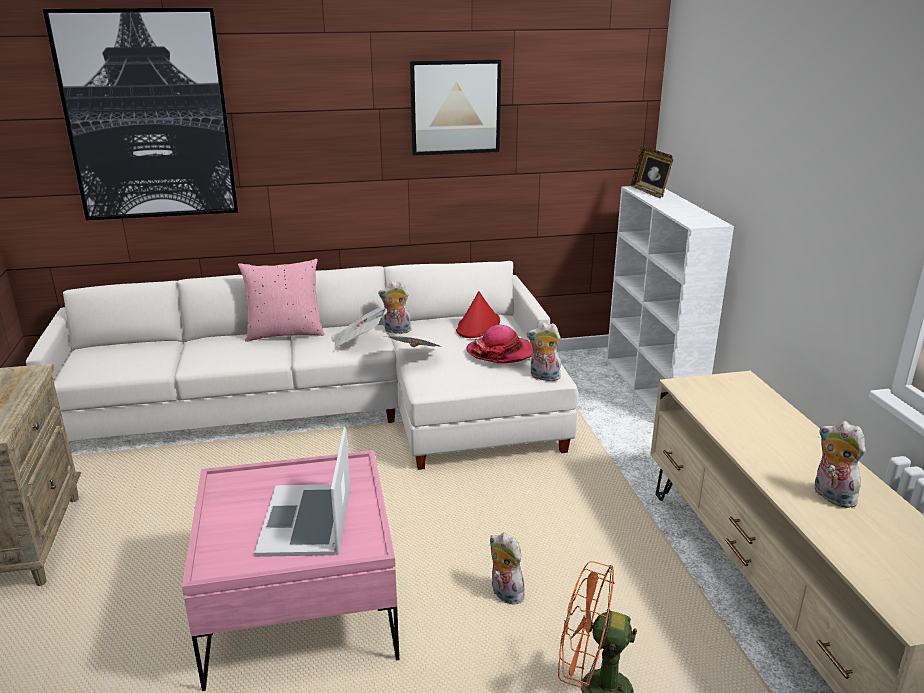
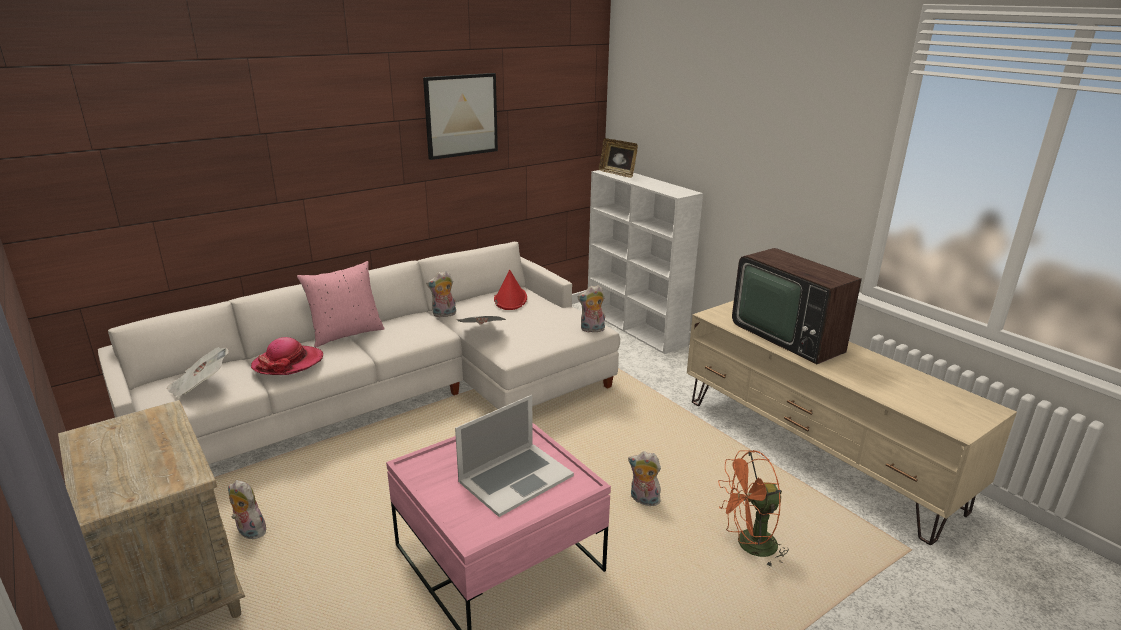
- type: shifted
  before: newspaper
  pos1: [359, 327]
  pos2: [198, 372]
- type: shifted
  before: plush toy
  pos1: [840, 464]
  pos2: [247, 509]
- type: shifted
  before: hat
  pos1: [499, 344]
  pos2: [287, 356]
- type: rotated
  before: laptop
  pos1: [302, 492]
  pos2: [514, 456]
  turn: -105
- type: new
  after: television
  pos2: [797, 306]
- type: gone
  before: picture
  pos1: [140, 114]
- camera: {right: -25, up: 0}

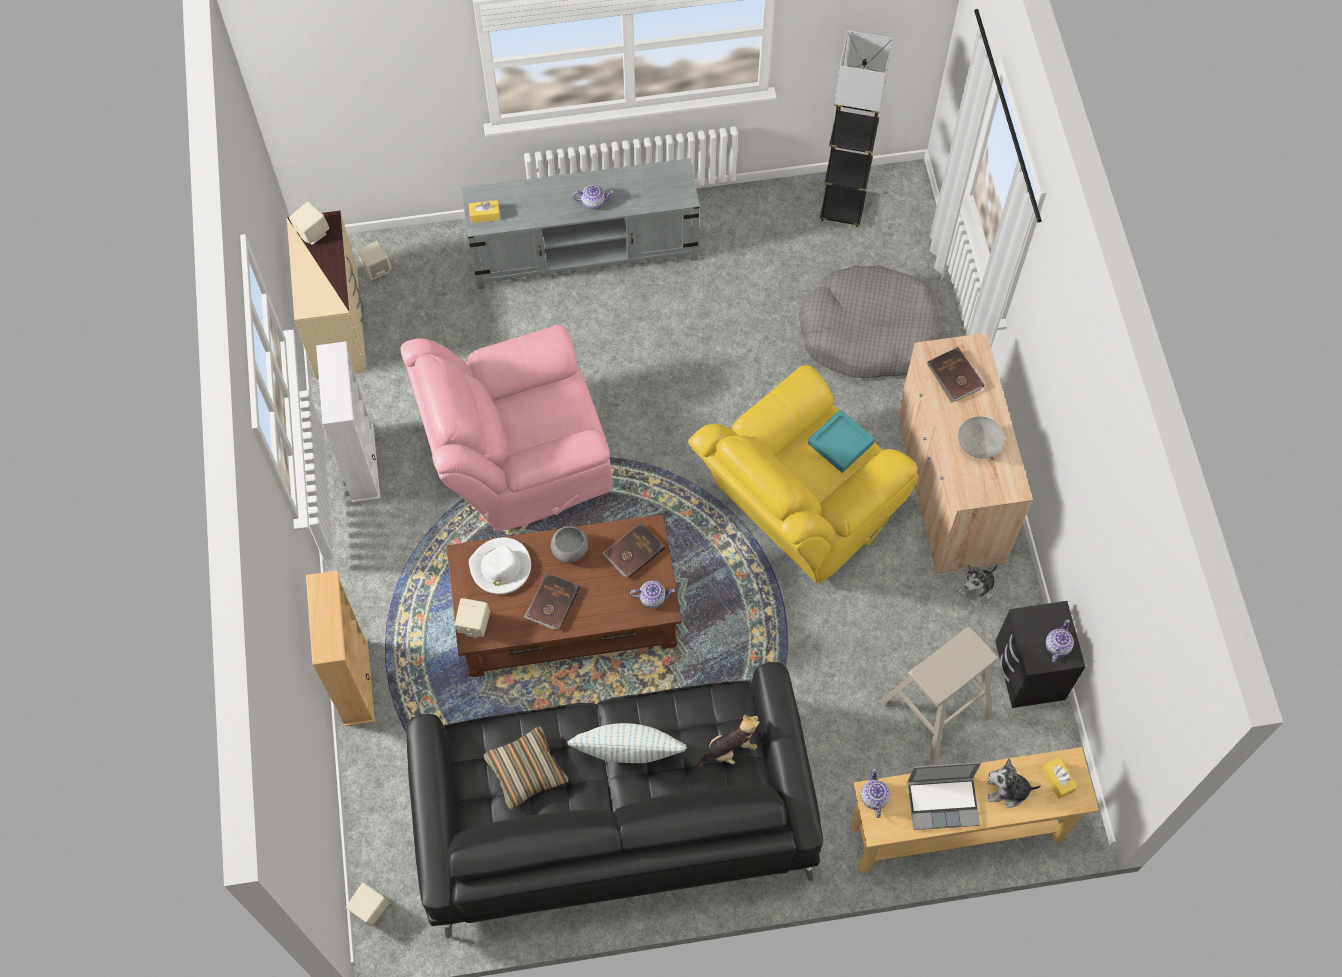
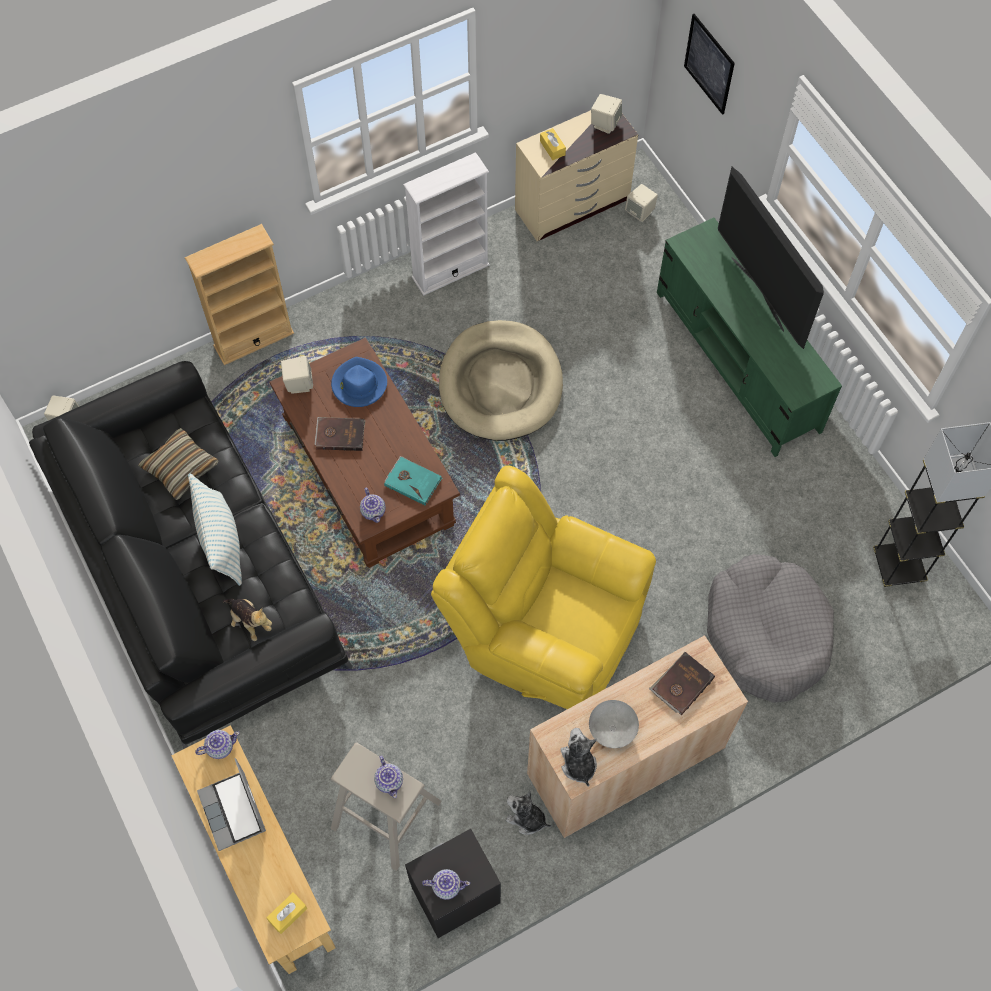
- type: repainted
  before: white hat
  after: blue hat
  pos1: [500, 565]
  pos2: [359, 382]
- type: shifted
  before: teapot
  pos1: [593, 197]
  pos2: [388, 776]
- type: repainted
  before: brown book
  after: turquoise book
  pos1: [633, 551]
  pos2: [413, 481]
- type: swapped
  before: pink armchair
  after: beige dog bed
  pos1: [506, 428]
  pos2: [501, 380]
- type: shifted
  before: yellow tissue box
  pos1: [484, 211]
  pos2: [553, 144]
- type: shifted
  before: plush toy
  pos1: [1014, 783]
  pos2: [579, 757]
- type: repainted
  before: grey tv stand
  after: green tv stand
  pos1: [580, 223]
  pos2: [749, 337]
- type: new
  after: picture
  pos2: [709, 64]
- type: new
  after: television
  pos2: [771, 258]
- type: gone
  before: grey bowl
  pos1: [569, 544]
- type: gone
  before: turquoise tray
  pos1: [841, 441]
- camera: {right: 70, up: 0}

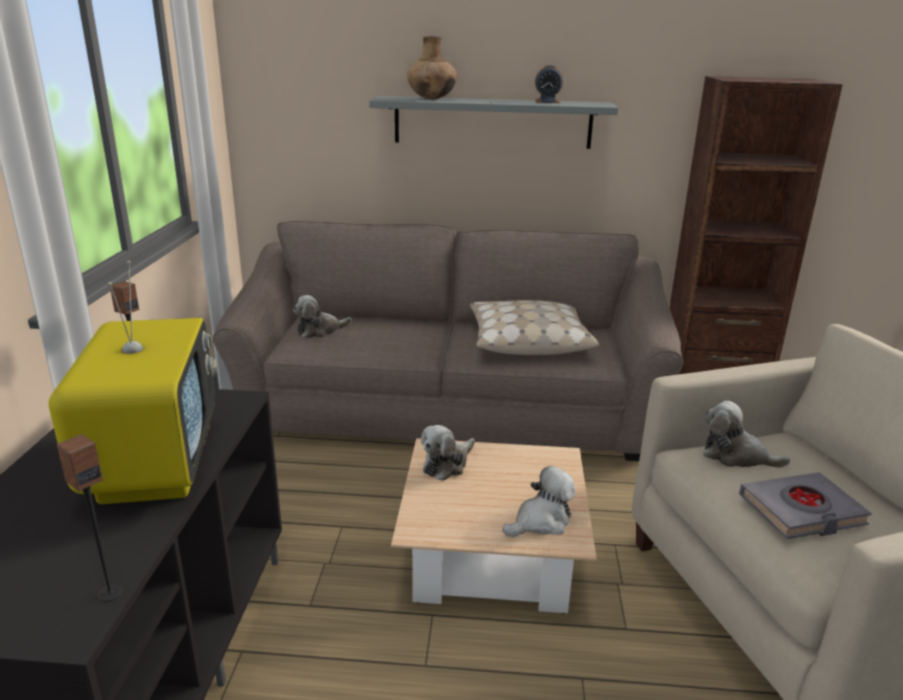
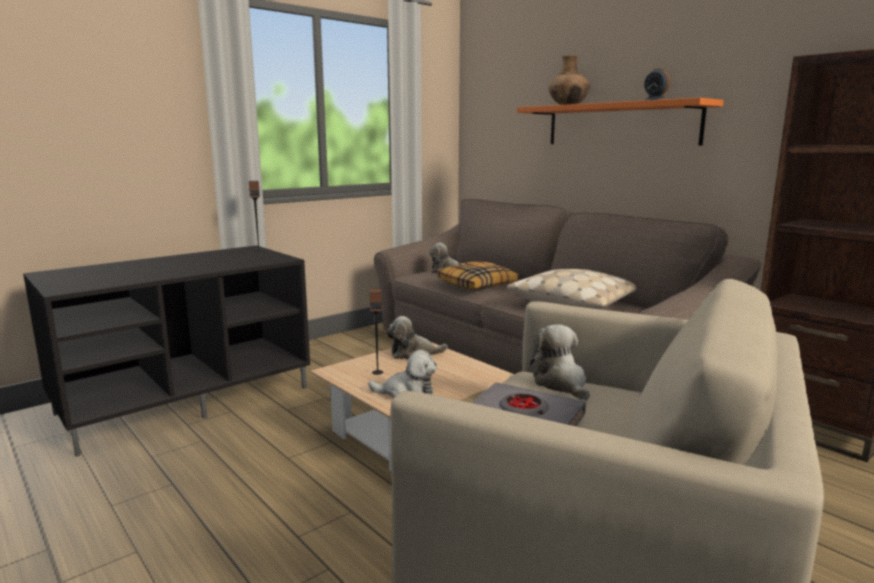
- type: shifted
  before: speaker
  pos1: [90, 518]
  pos2: [376, 332]
- type: new
  after: pillow
  pos2: [478, 275]
- type: repainted
  before: grey shelf
  after: orange shelf
  pos1: [493, 122]
  pos2: [620, 121]
- type: gone
  before: television
  pos1: [132, 382]
- camera: {right: 45, up: -10}

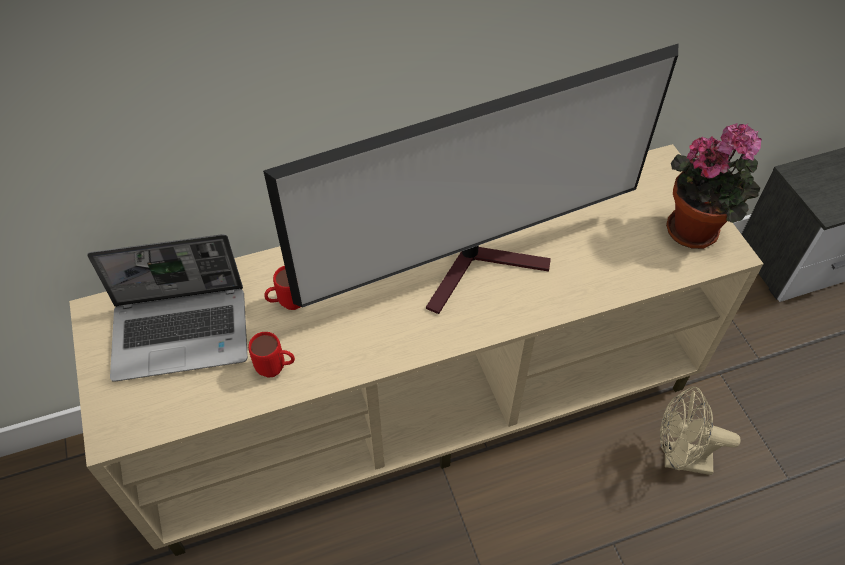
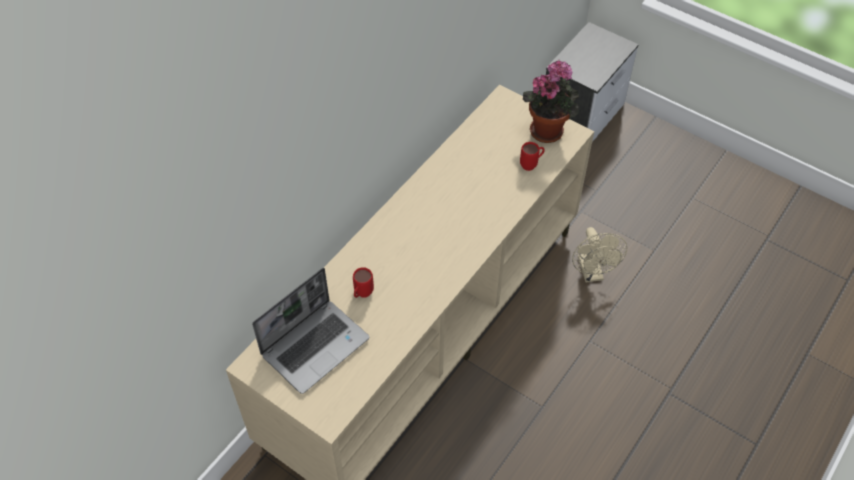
- type: shifted
  before: red mug
  pos1: [271, 355]
  pos2: [532, 156]
- type: rotated
  before: beige fan
  pos1: [700, 430]
  pos2: [599, 254]
  turn: -75
- type: gone
  before: television
  pos1: [470, 179]
- camera: {right: -35, up: 0}

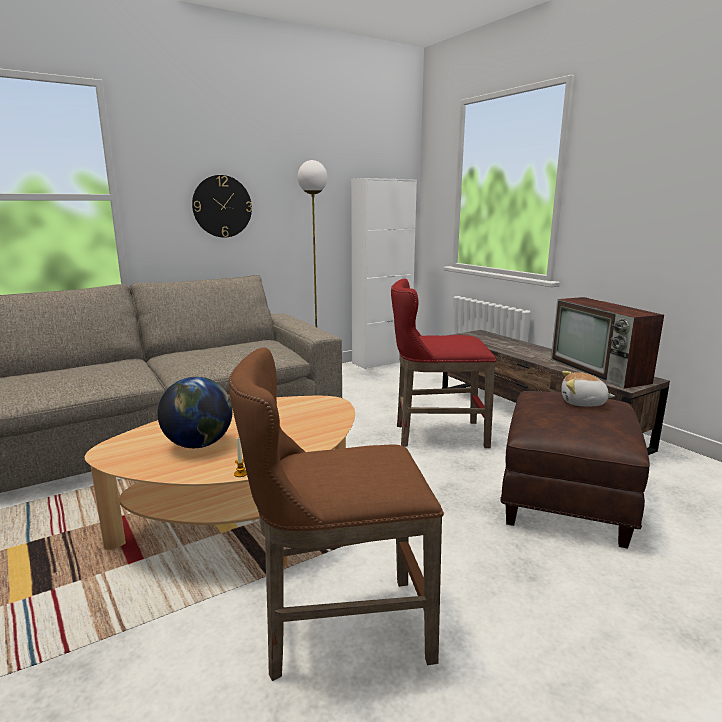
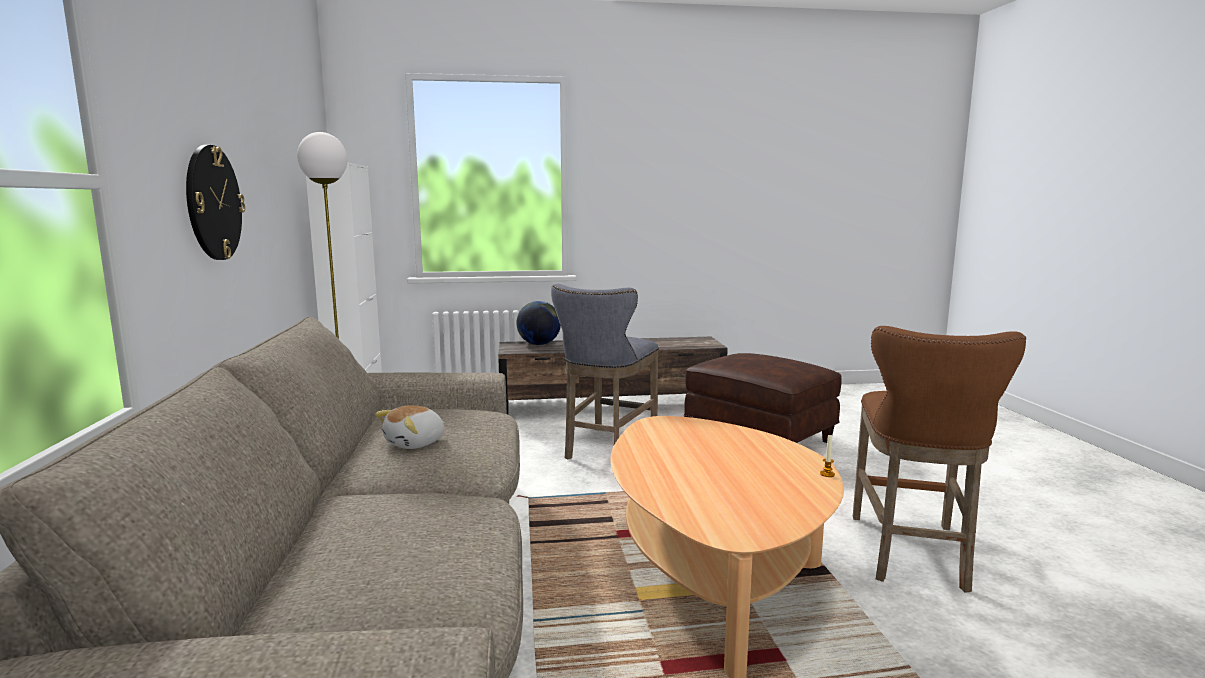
- type: shifted
  before: plush toy
  pos1: [588, 388]
  pos2: [410, 427]
- type: shifted
  before: globe
  pos1: [195, 412]
  pos2: [538, 323]
- type: repainted
  before: red stool
  after: grey stool
  pos1: [443, 363]
  pos2: [605, 371]
- type: gone
  before: television
  pos1: [607, 343]
- camera: {right: -65, up: -5}

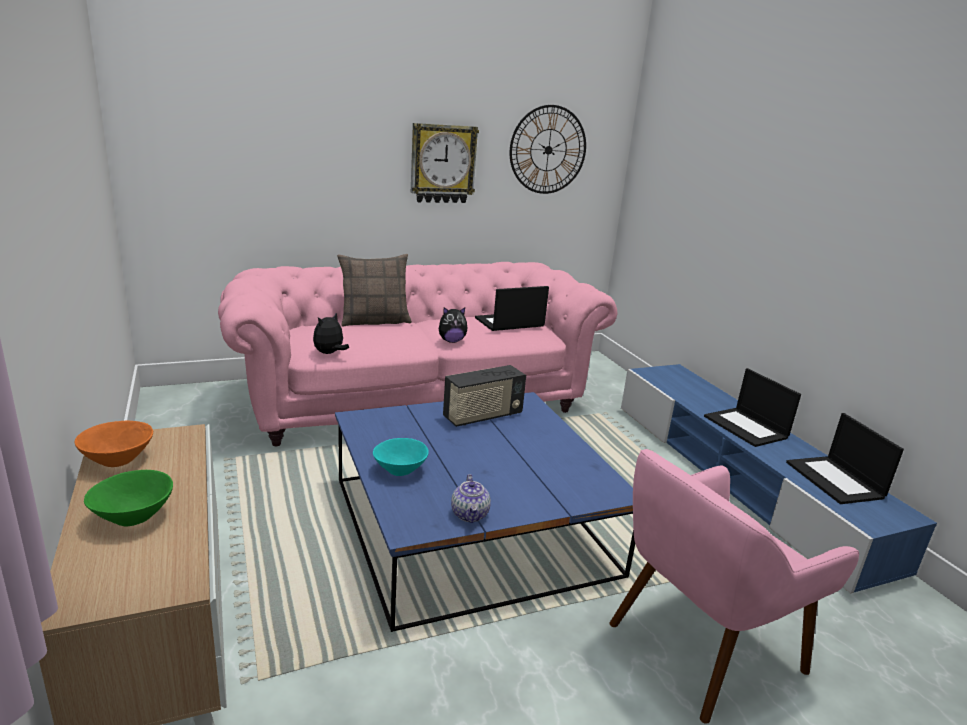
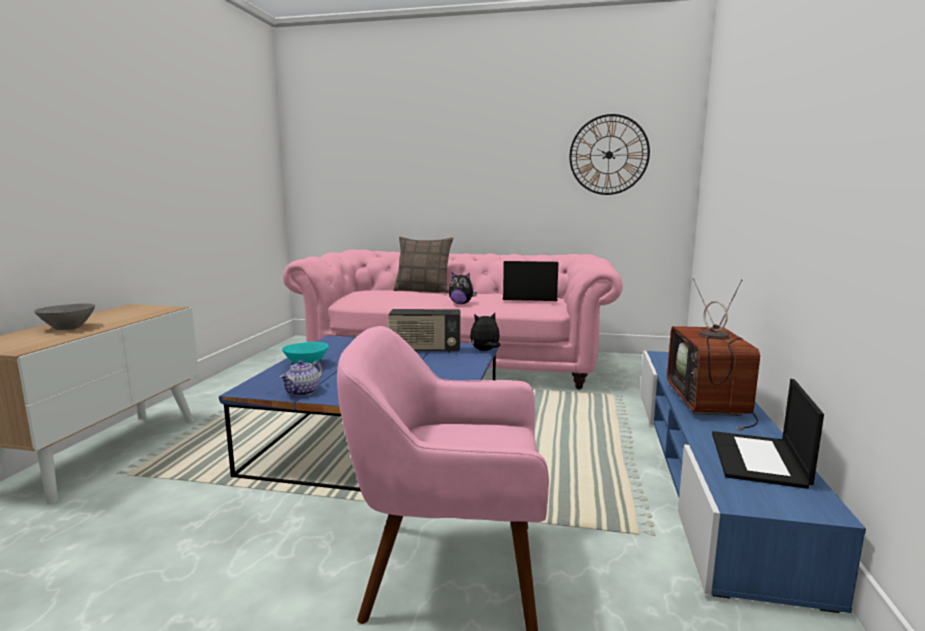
- type: repainted
  before: green bowl
  after: grey bowl
  pos1: [128, 498]
  pos2: [64, 316]
- type: shifted
  before: plush toy
  pos1: [331, 333]
  pos2: [485, 332]
- type: swapped
  before: laptop
  after: television
  pos1: [752, 407]
  pos2: [713, 354]
- type: gone
  before: orange bowl
  pos1: [114, 444]
- type: gone
  before: wall clock
  pos1: [445, 163]
- camera: {right: 35, up: -10}

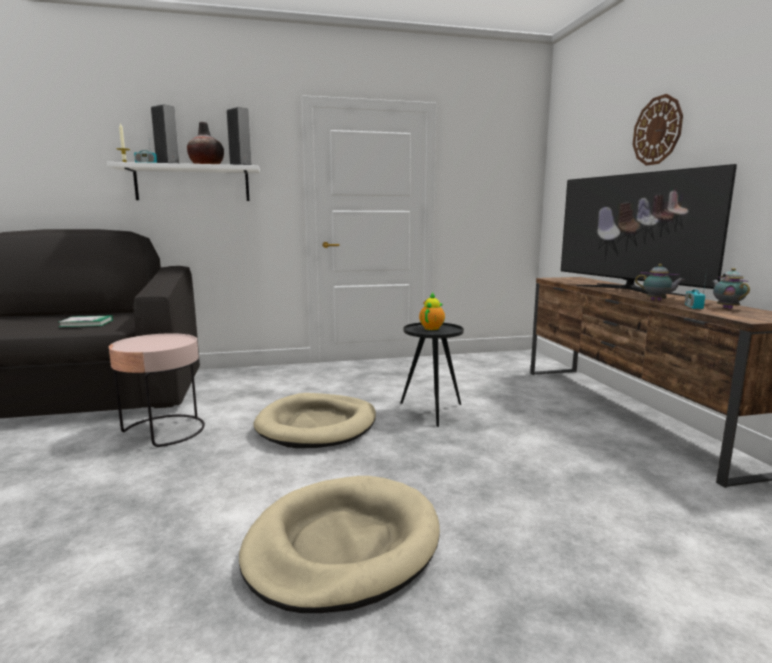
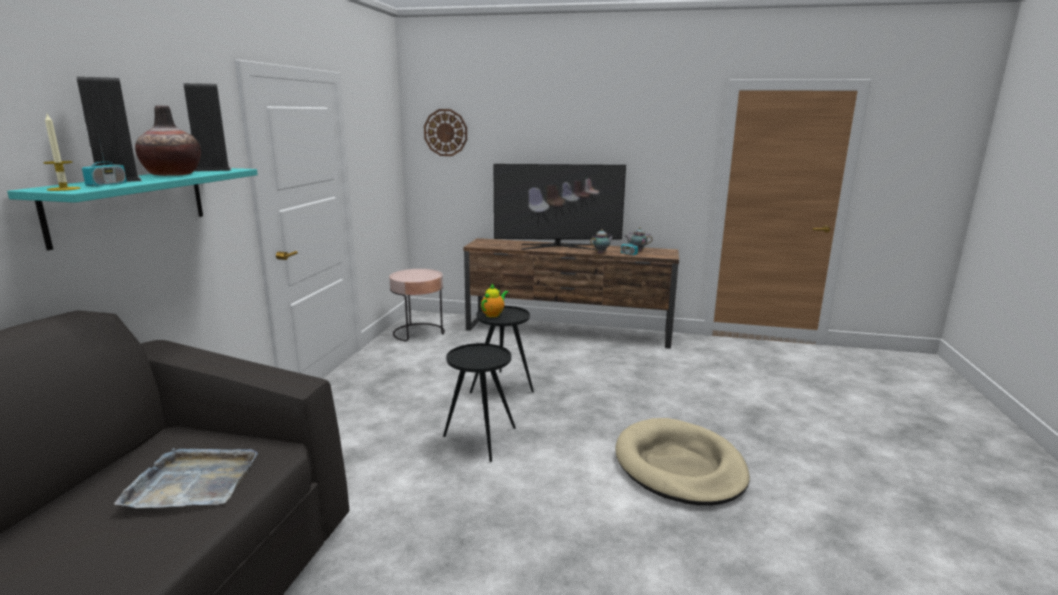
- type: repainted
  before: white shelf
  after: turquoise shelf
  pos1: [183, 181]
  pos2: [132, 209]
- type: swapped
  before: book
  after: grey tray
  pos1: [86, 321]
  pos2: [186, 478]
- type: shifted
  before: pink side table
  pos1: [157, 390]
  pos2: [417, 305]
- type: shifted
  before: wall clock
  pos1: [658, 130]
  pos2: [445, 132]
- type: swapped
  before: beige dog bed
  after: black side table
  pos1: [314, 420]
  pos2: [479, 402]
- type: rotated
  before: teapot
  pos1: [432, 311]
  pos2: [494, 301]
  turn: 75
- camera: {right: -65, up: 5}

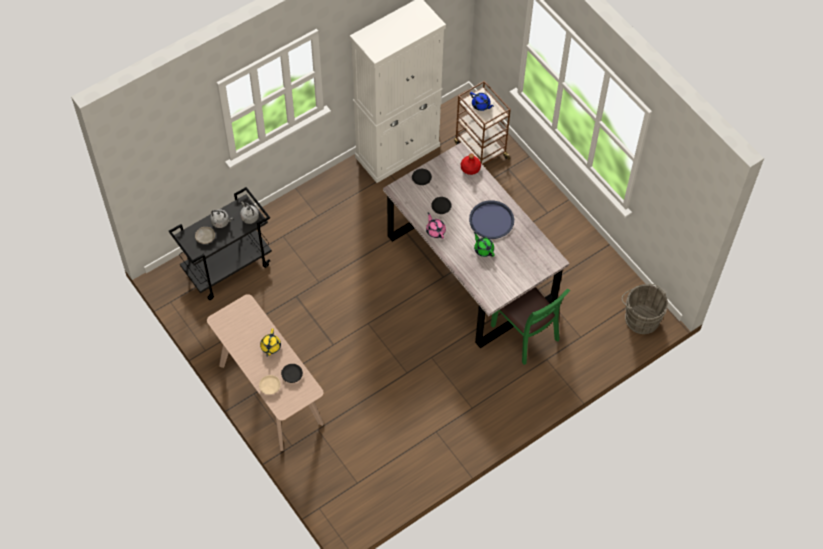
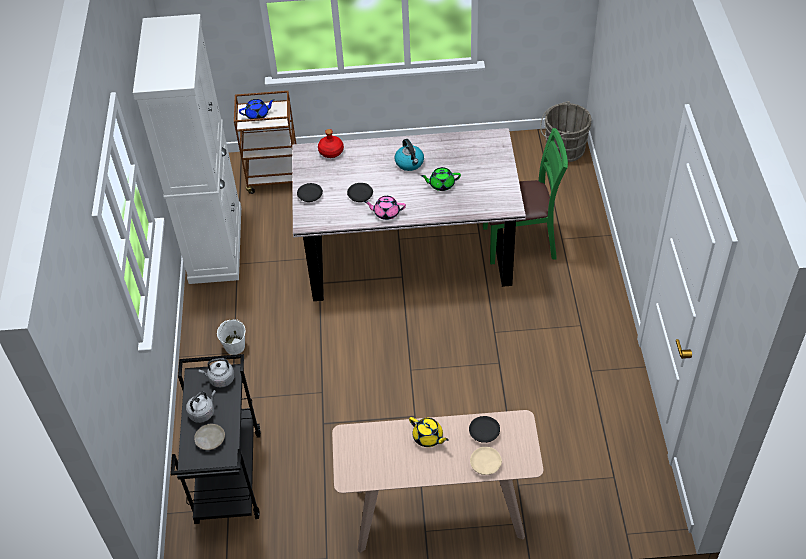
- type: new
  after: white bucket
  pos2: [231, 337]
- type: swapped
  before: blue tray
  after: kettle
  pos1: [491, 219]
  pos2: [409, 155]
- camera: {right: -55, up: -10}

